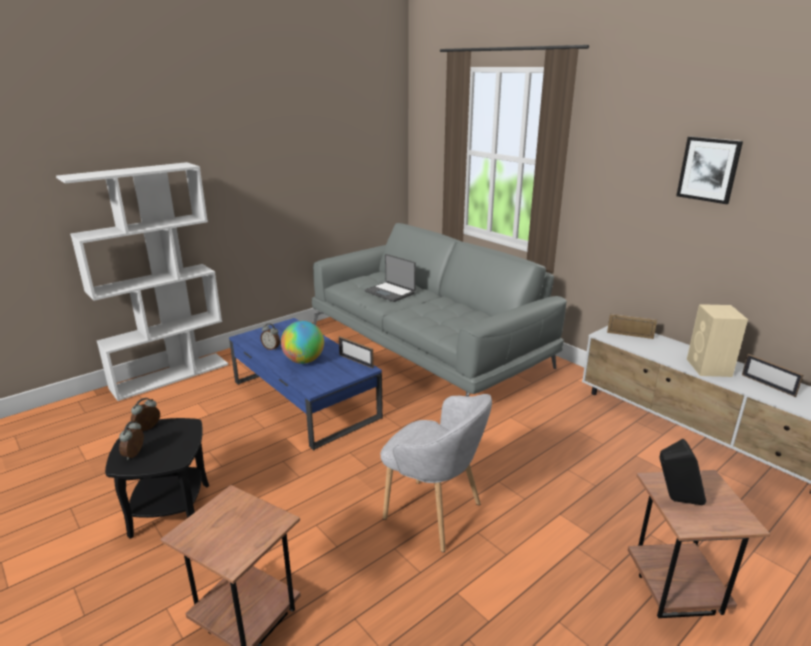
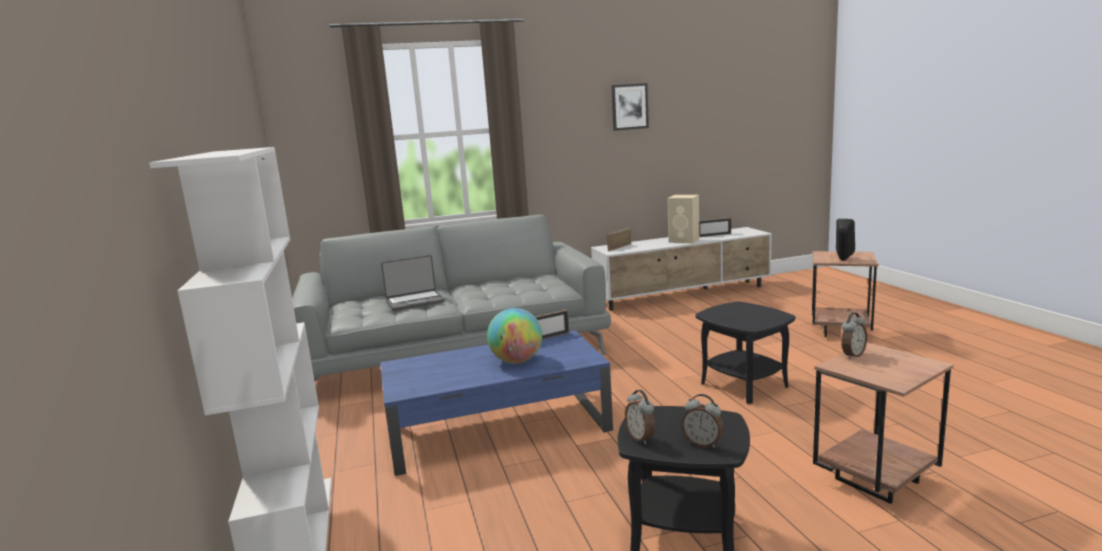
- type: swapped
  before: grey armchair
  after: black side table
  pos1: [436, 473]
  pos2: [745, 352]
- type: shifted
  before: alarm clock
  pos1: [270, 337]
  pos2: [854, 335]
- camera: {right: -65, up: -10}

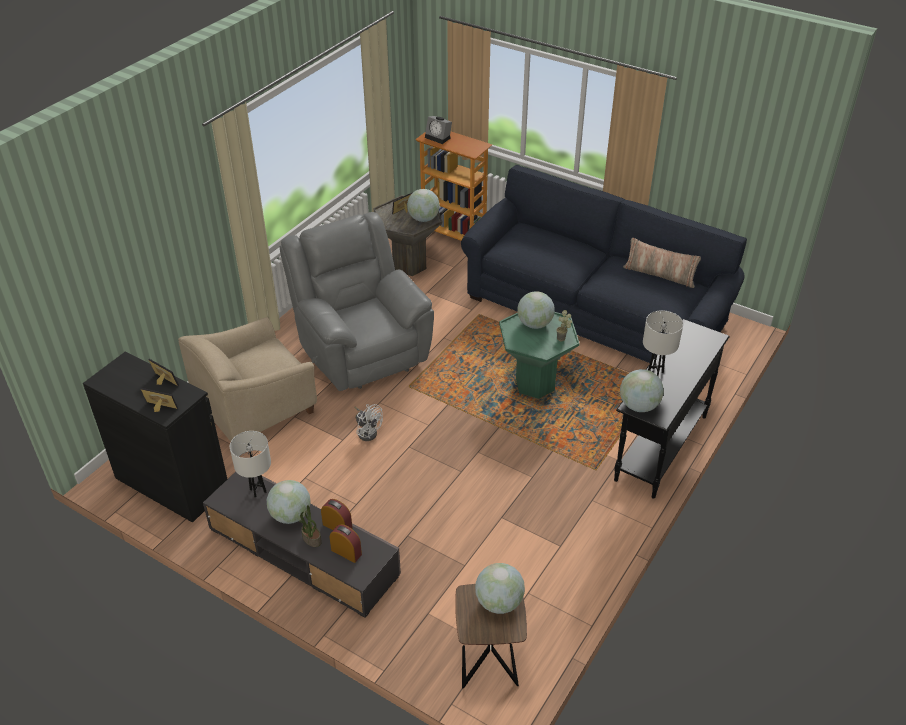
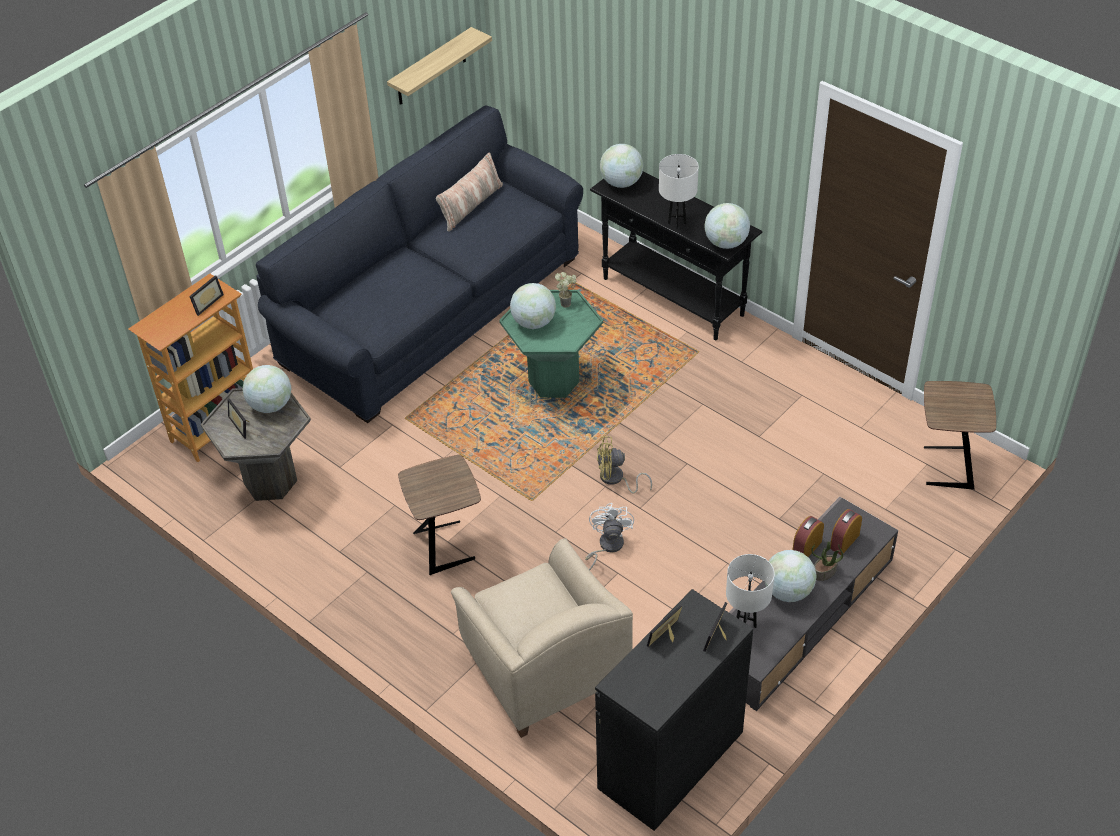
- type: new
  after: picture frame
  pos2: [206, 295]
- type: new
  after: shelf
  pos2: [439, 66]
- type: swapped
  before: grey armchair
  after: brown side table
  pos1: [356, 301]
  pos2: [439, 515]
- type: rotated
  before: white fan
  pos1: [368, 422]
  pos2: [609, 536]
  turn: -45
- type: new
  after: yellow fan
  pos2: [624, 464]
- type: shifted
  before: globe
  pos1: [500, 588]
  pos2: [621, 166]
- type: gone
  before: alarm clock
  pos1: [438, 130]
- camera: {right: -80, up: 5}

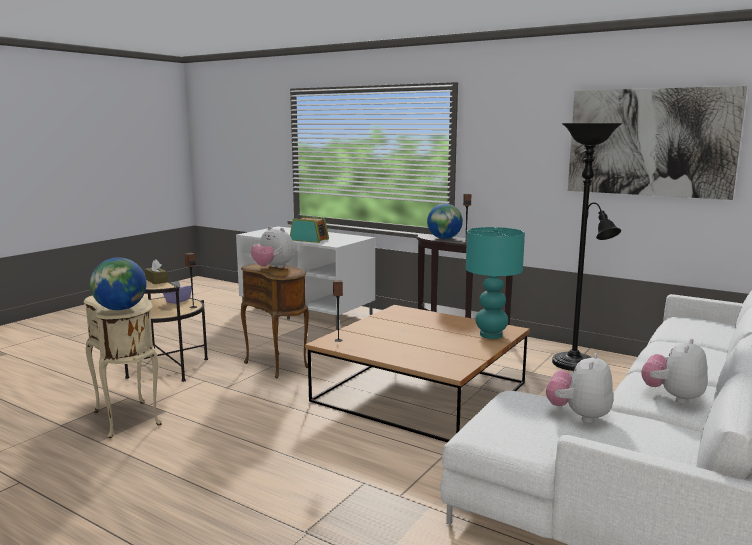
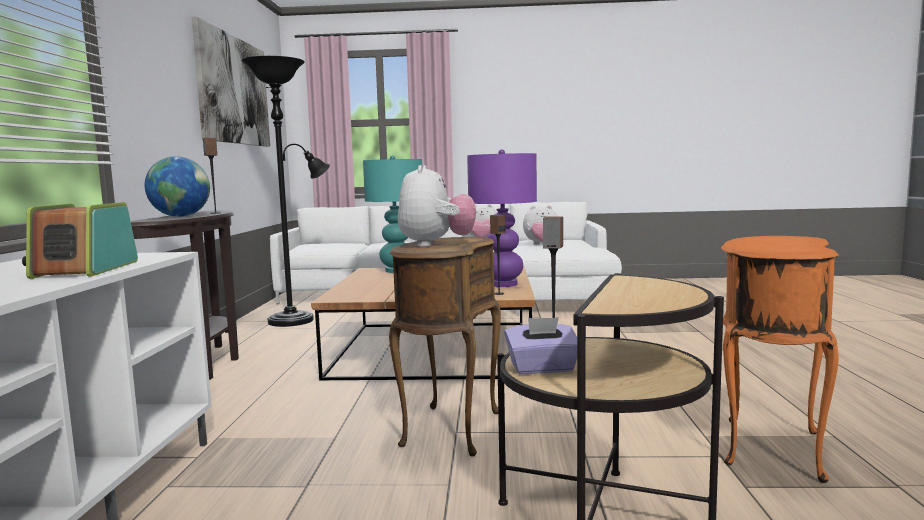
- type: new
  after: purple table lamp
  pos2: [502, 218]
- type: repainted
  before: beige side table
  after: orange side table
  pos1: [123, 366]
  pos2: [780, 359]
- type: gone
  before: globe
  pos1: [118, 283]
- type: gone
  before: brown tissue box
  pos1: [156, 272]
- camera: {right: -120, up: -5}

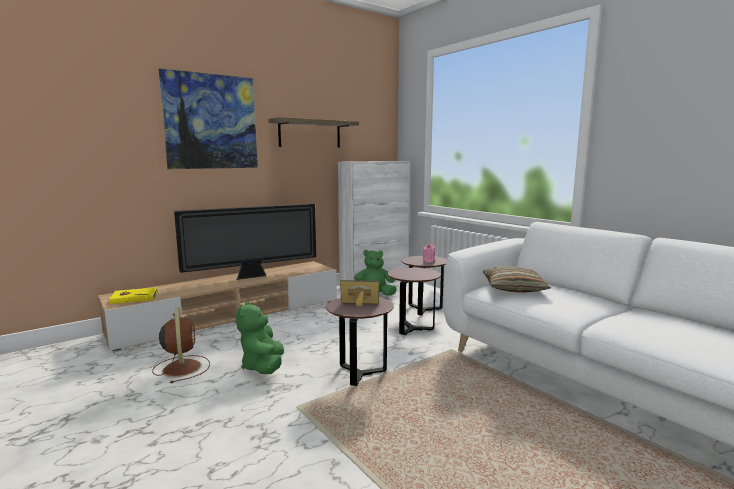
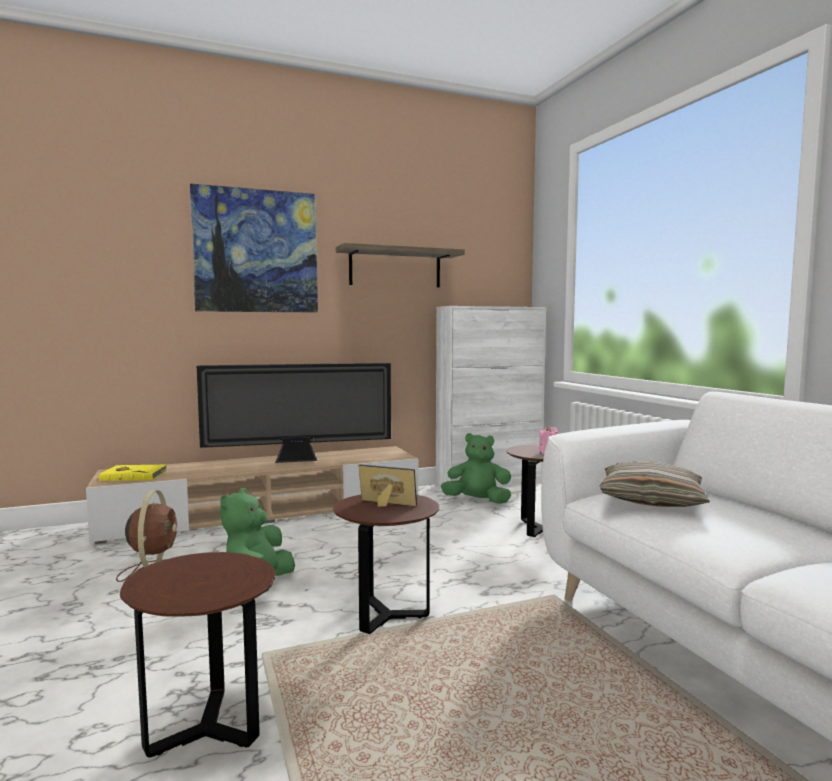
- type: shifted
  before: brown side table
  pos1: [414, 301]
  pos2: [198, 654]
- camera: {right: 15, up: -5}

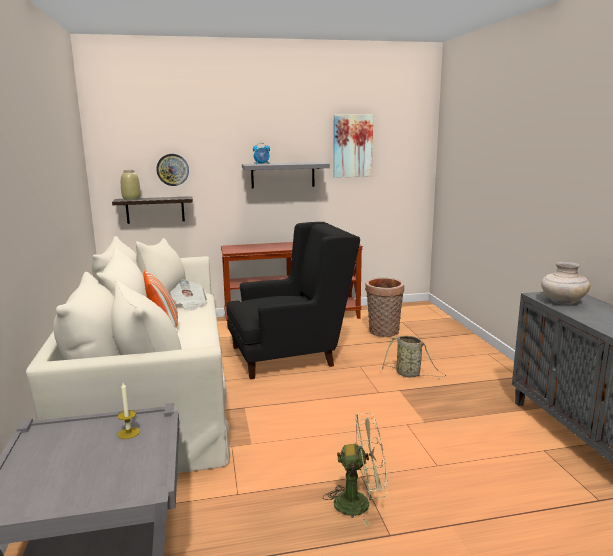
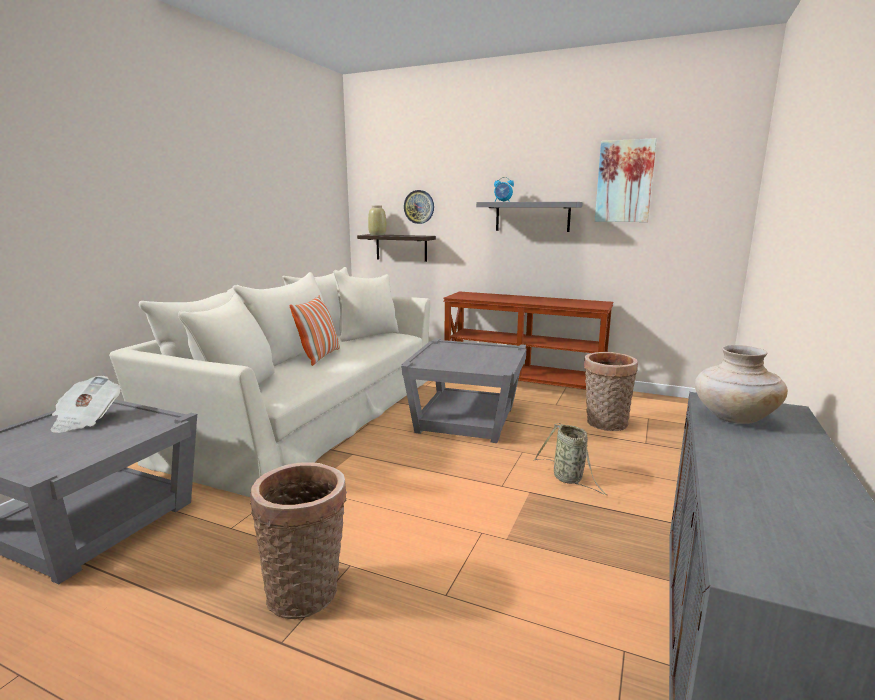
- type: shifted
  before: newspaper
  pos1: [189, 295]
  pos2: [85, 404]
- type: swapped
  before: green fan
  after: basket
  pos1: [355, 469]
  pos2: [298, 540]
- type: swapped
  before: black armchair
  after: grey side table
  pos1: [293, 300]
  pos2: [463, 390]
- type: gone
  before: candle
  pos1: [128, 411]
- camera: {right: 35, up: 0}

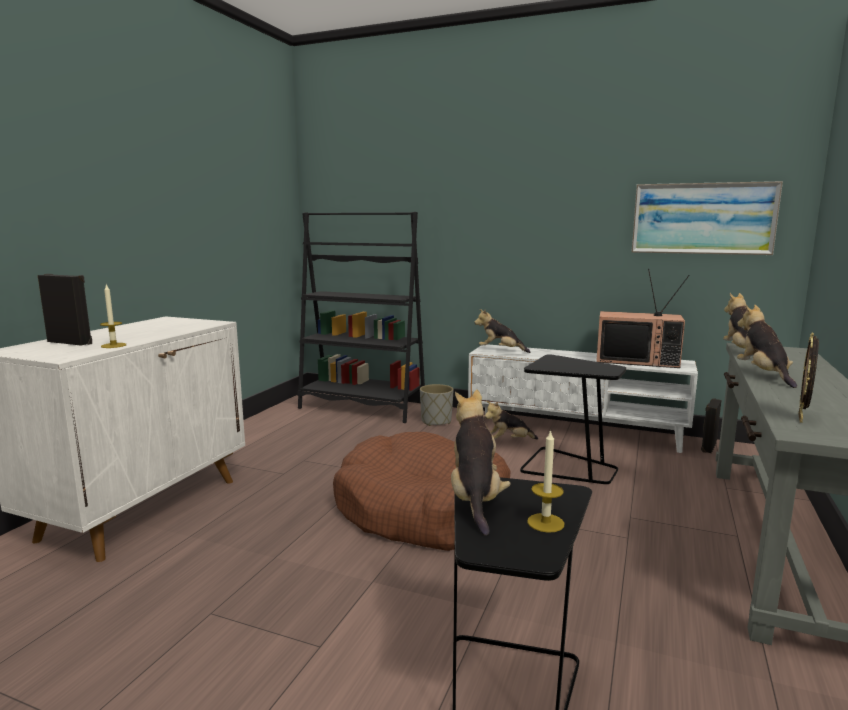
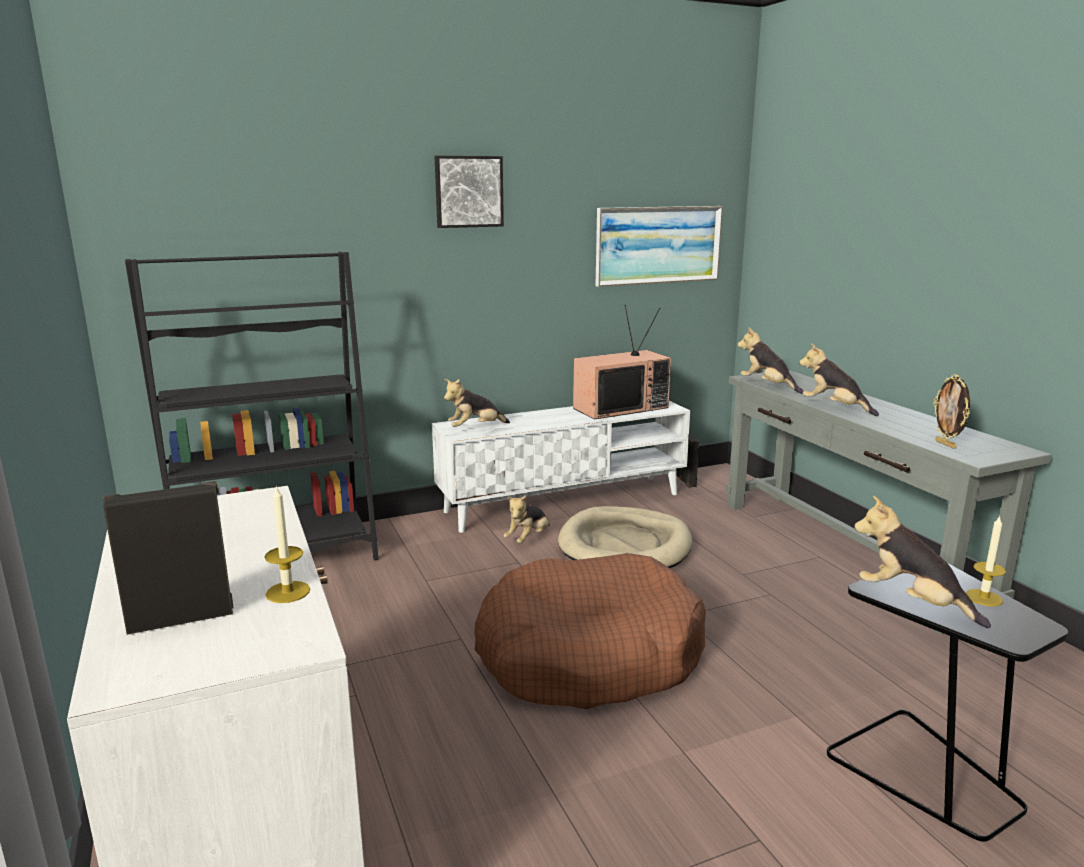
- type: new
  after: picture
  pos2: [469, 192]
- type: swapped
  before: black side table
  after: beige dog bed
  pos1: [573, 419]
  pos2: [625, 537]
- type: gone
  before: grey planter
  pos1: [436, 405]
- camera: {right: -45, up: 5}

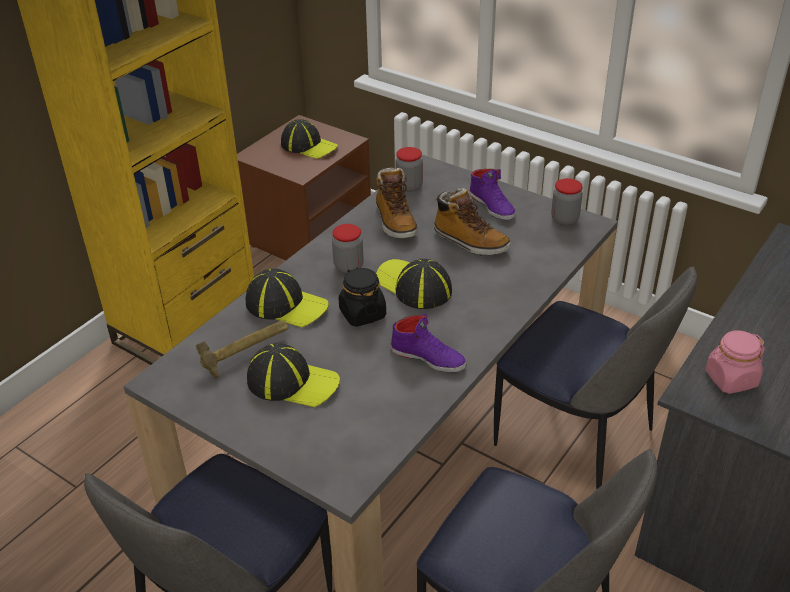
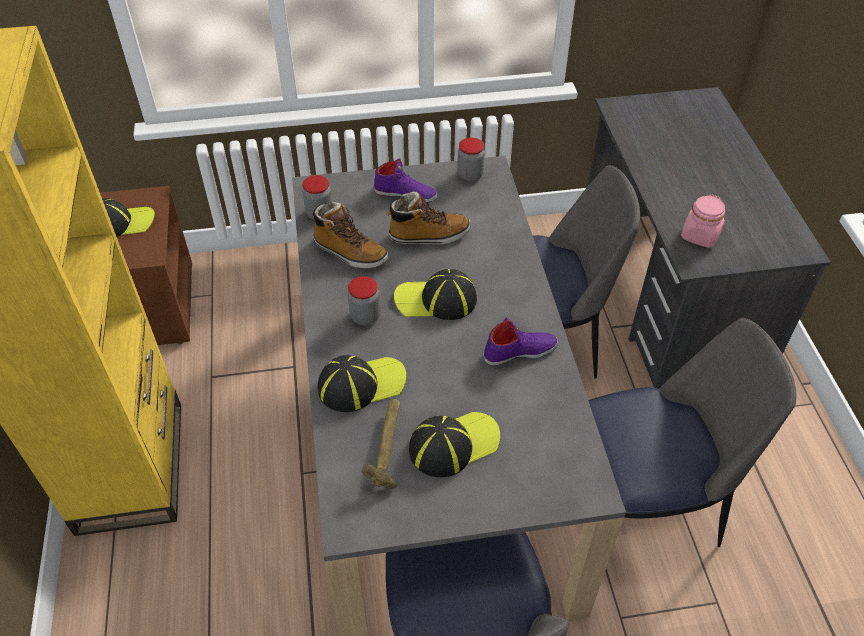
- type: gone
  before: black jar
  pos1: [362, 297]
- camera: {right: -45, up: 10}

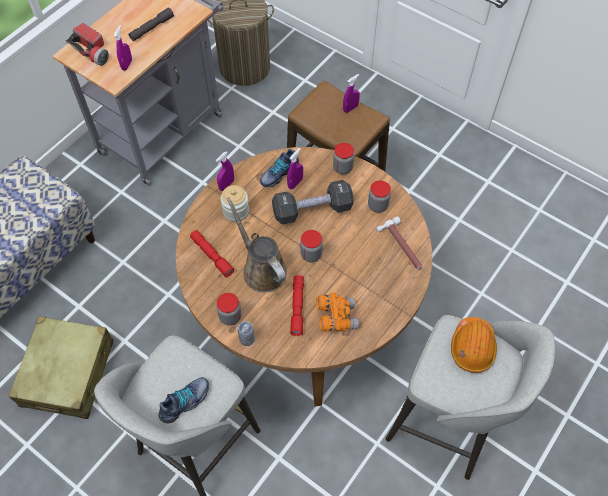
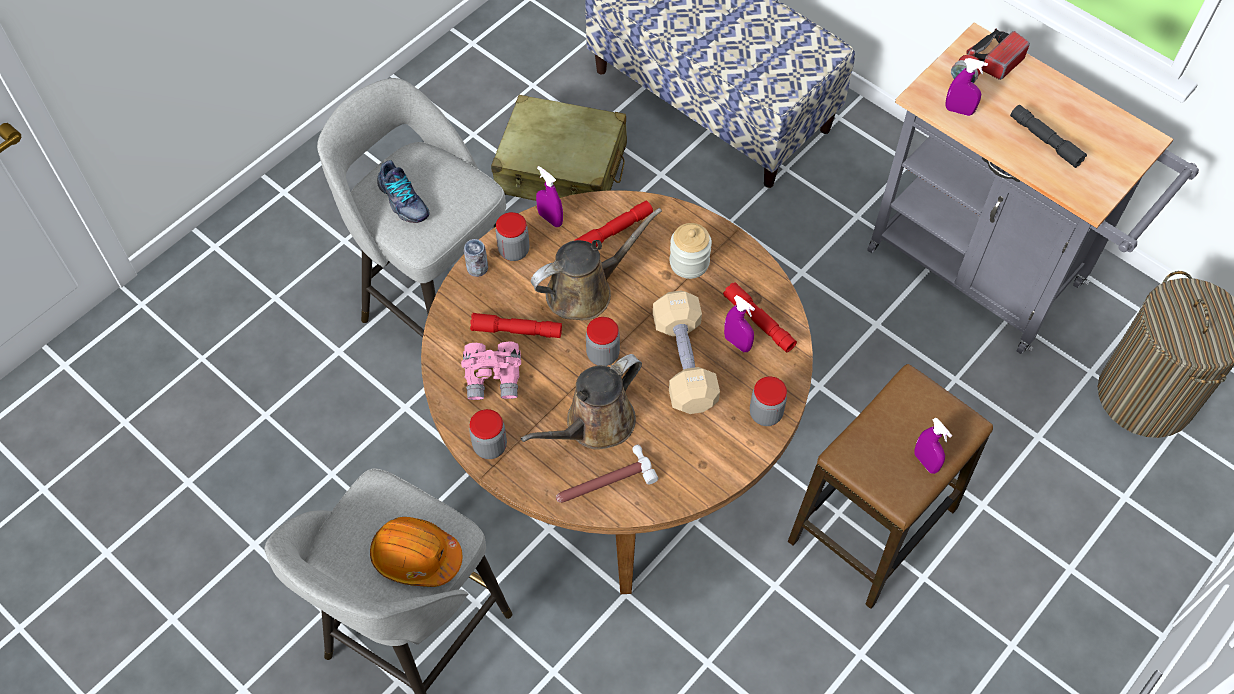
- type: repainted
  before: orange binoculars
  after: pink binoculars
  pos1: [337, 312]
  pos2: [491, 370]
- type: shifted
  before: jar
  pos1: [379, 196]
  pos2: [488, 434]
- type: new
  after: brown watering can
  pos2: [581, 402]
- type: shifted
  before: purple spray bottle
  pos1: [225, 171]
  pos2: [549, 196]
- type: repainted
  before: black dumbbell
  after: beige dumbbell
  pos1: [313, 202]
  pos2: [686, 352]
- type: swapped
  before: shoe
  after: red flashlight
  pos1: [279, 168]
  pos2: [760, 317]
- camera: {right: 95, up: 0}

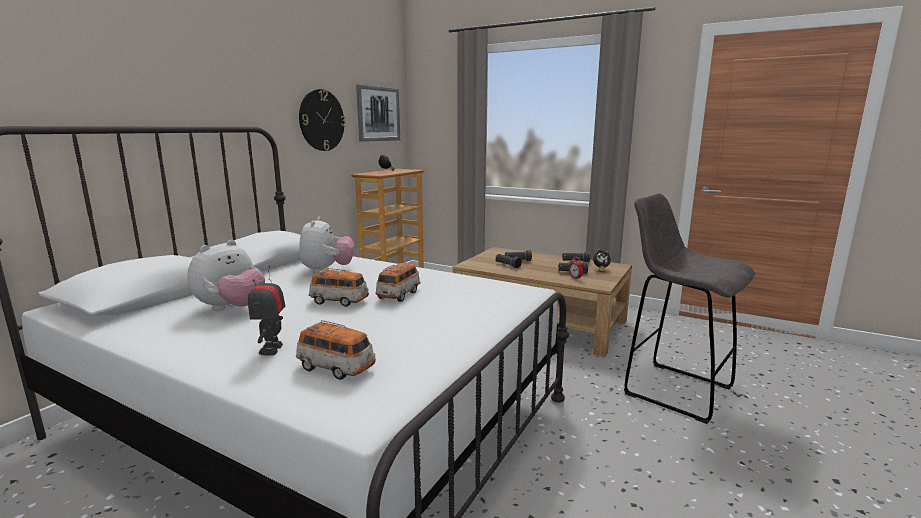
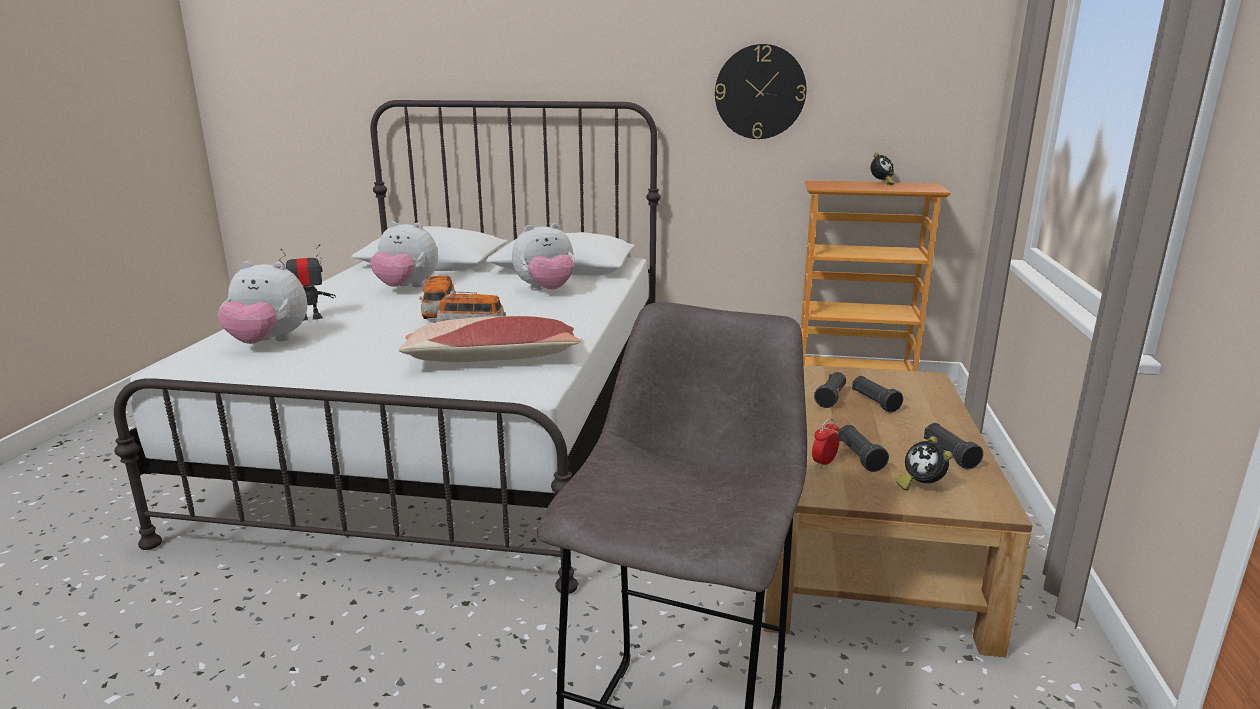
- type: swapped
  before: toy car
  after: plush toy
  pos1: [336, 350]
  pos2: [262, 302]
- type: new
  after: pillow
  pos2: [490, 339]
- type: gone
  before: picture
  pos1: [378, 113]
- camera: {right: 70, up: 5}

